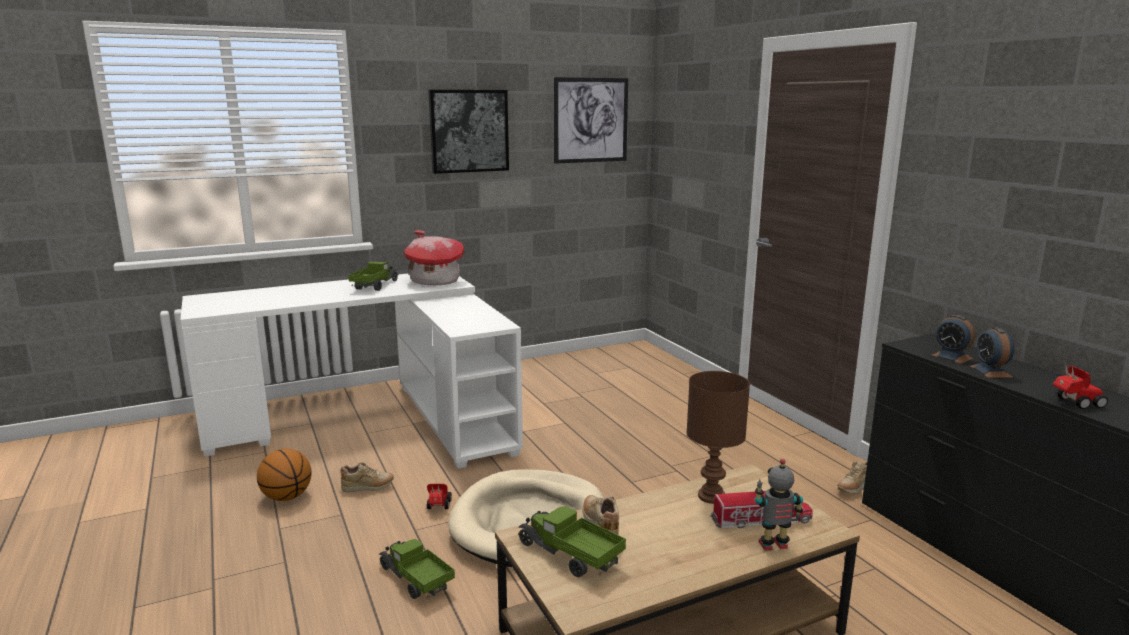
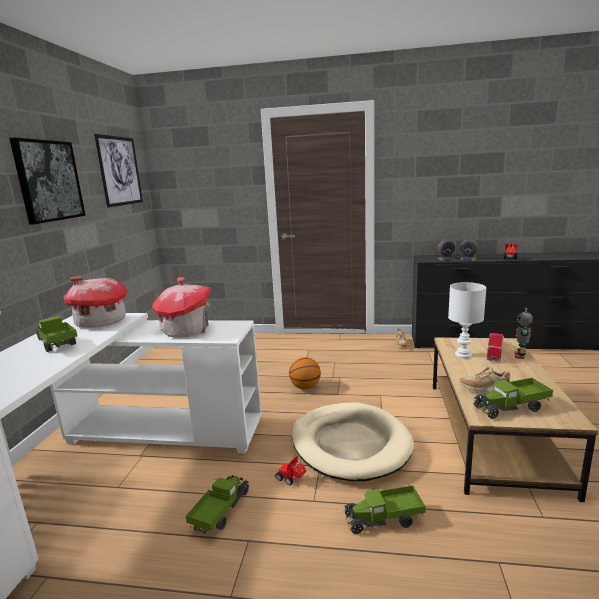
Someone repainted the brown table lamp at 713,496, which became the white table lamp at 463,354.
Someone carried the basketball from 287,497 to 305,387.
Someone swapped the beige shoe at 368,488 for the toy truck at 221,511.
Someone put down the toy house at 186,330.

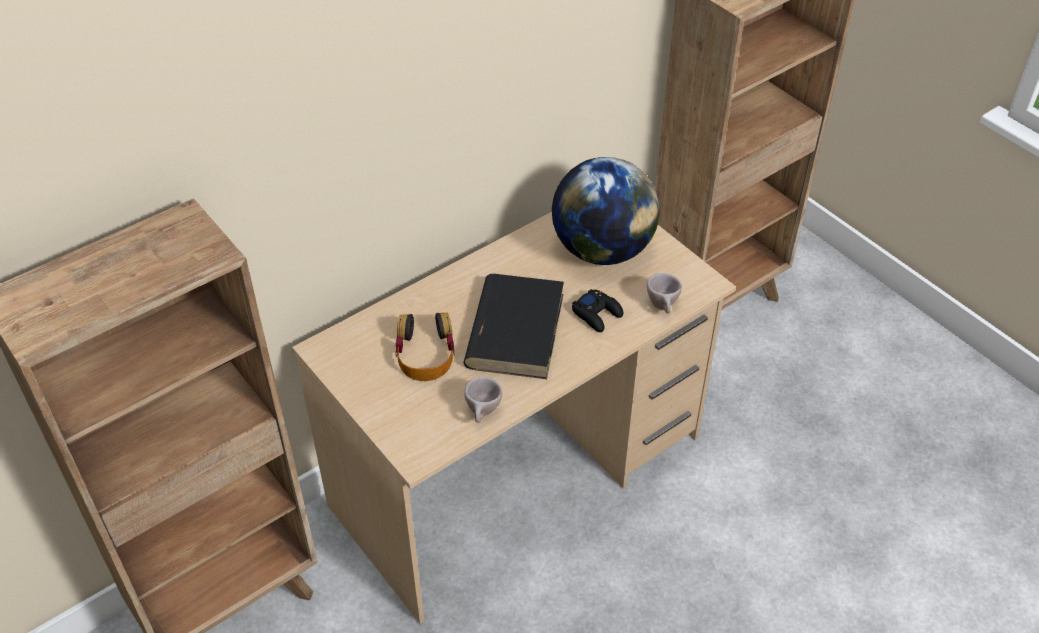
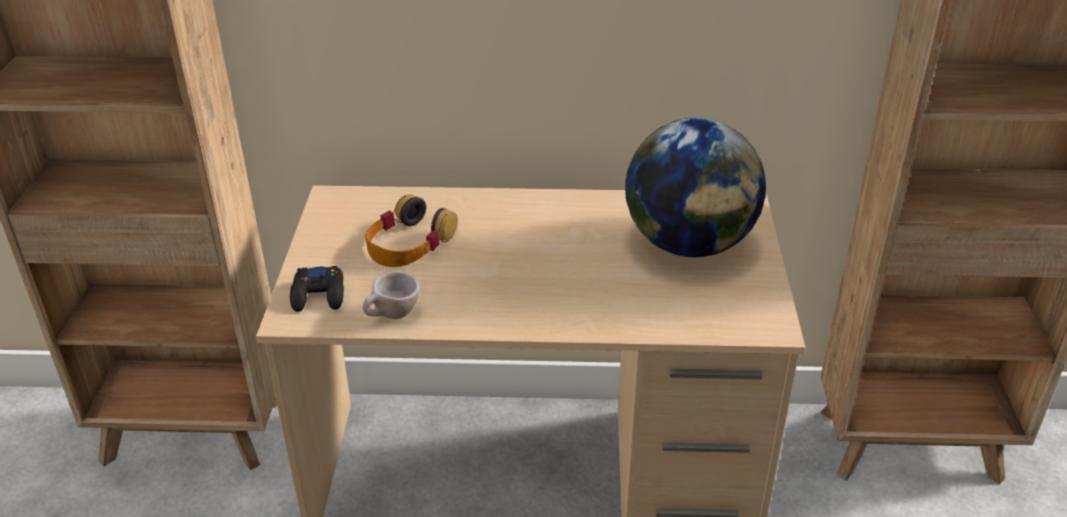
Someone took away the beige cup at 663,307.
Someone took away the black book at 515,329.
Someone carried the black game controller from 597,314 to 319,295.

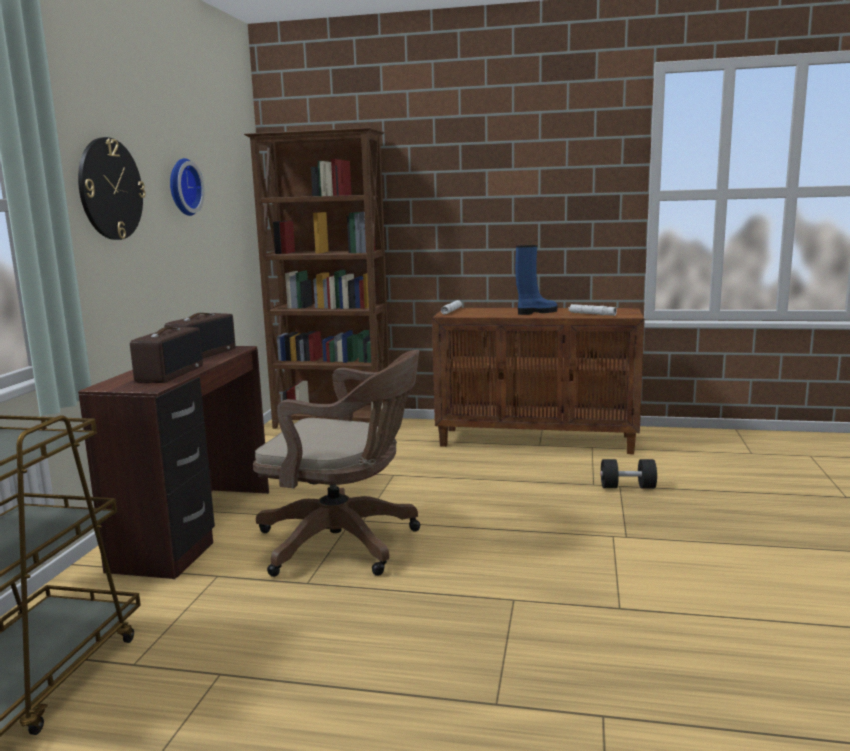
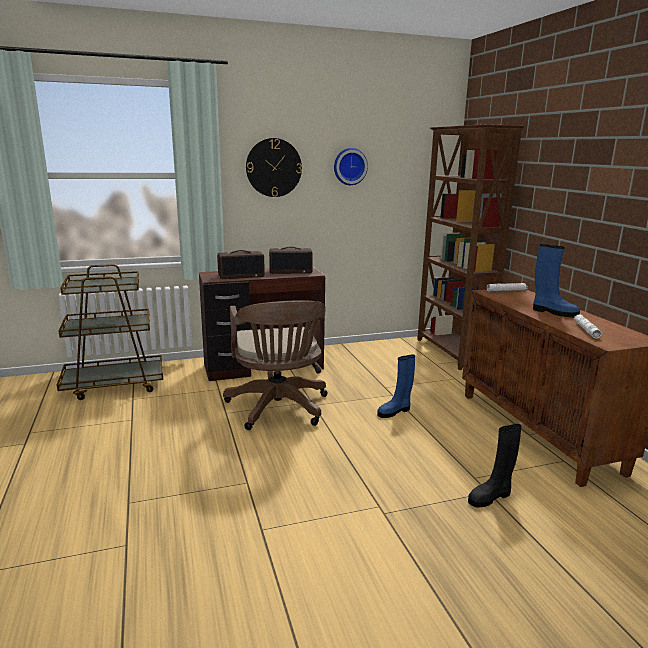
Someone swapped the black dumbbell at 627,487 for the black boot at 490,497.
Someone put down the blue boot at 394,411.

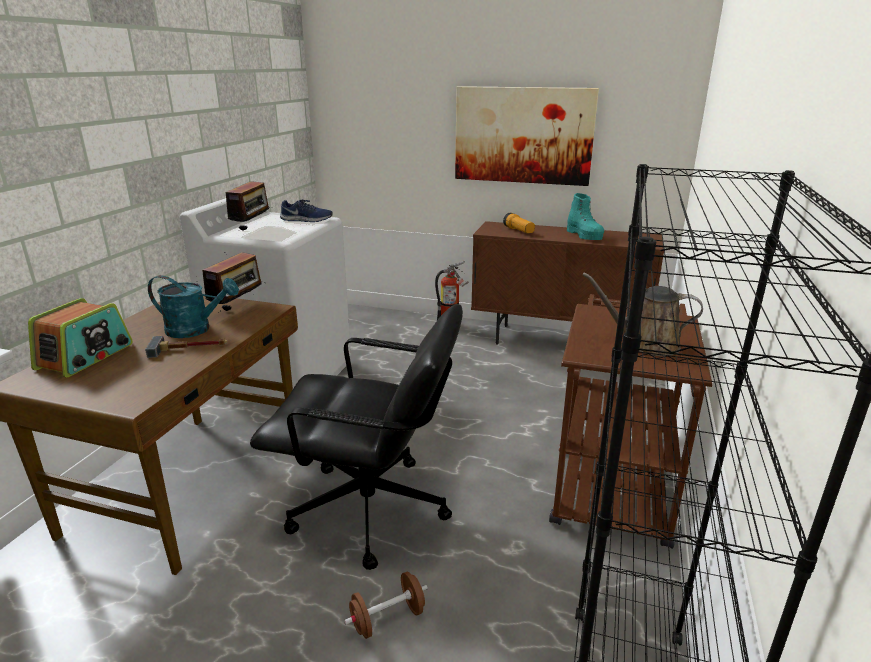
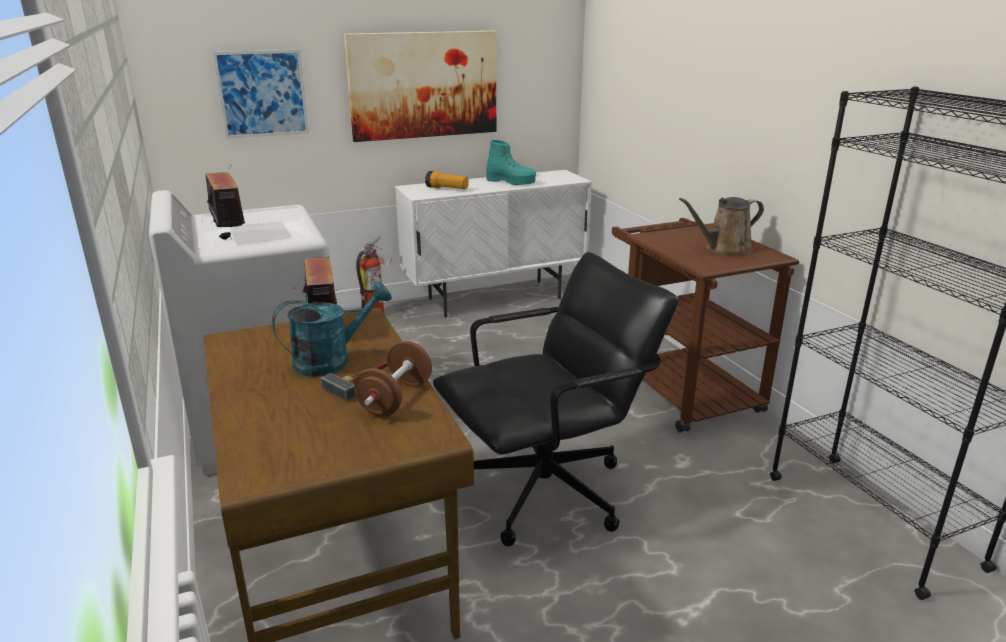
Someone took away the blue shoe at 306,220.
Someone repainted the brown cabinet at 557,342, which became the white cabinet at 495,298.
Someone took away the radio at 86,356.
Someone carried the brown dumbbell from 387,619 to 395,399.
Someone put up the picture at 262,94.

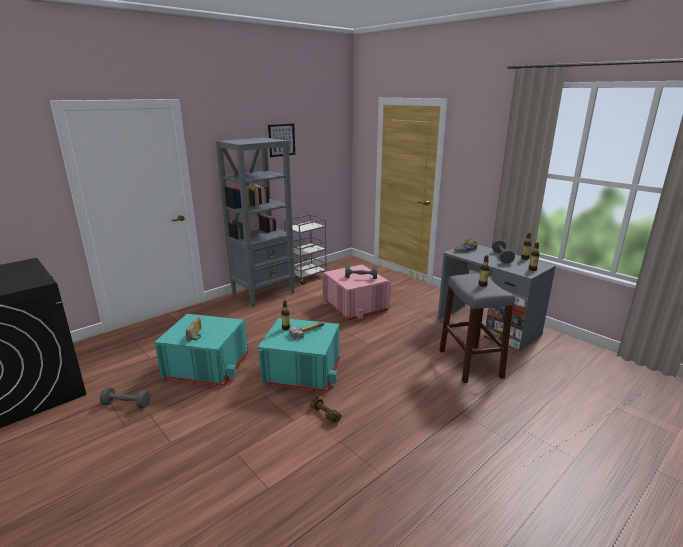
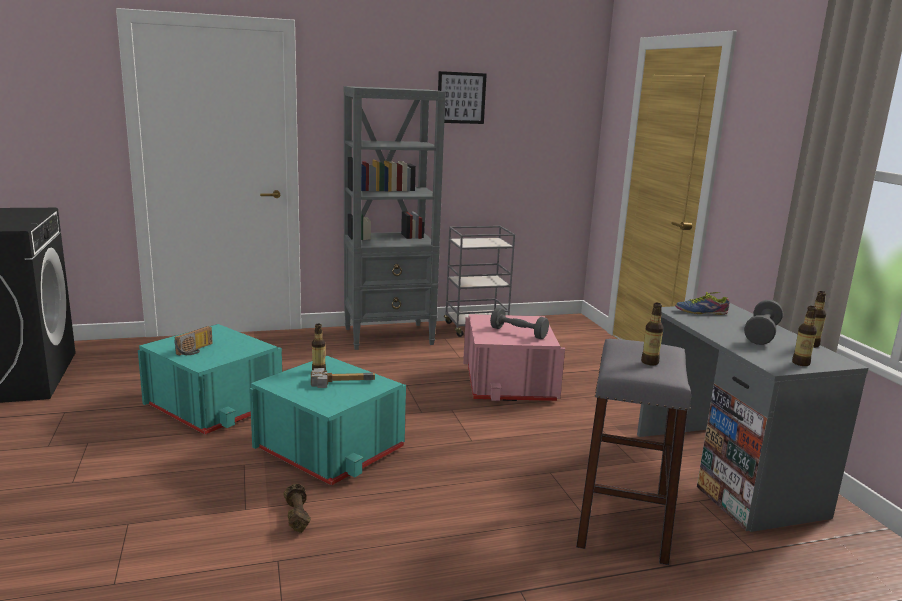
Someone took away the grey dumbbell at 126,404.

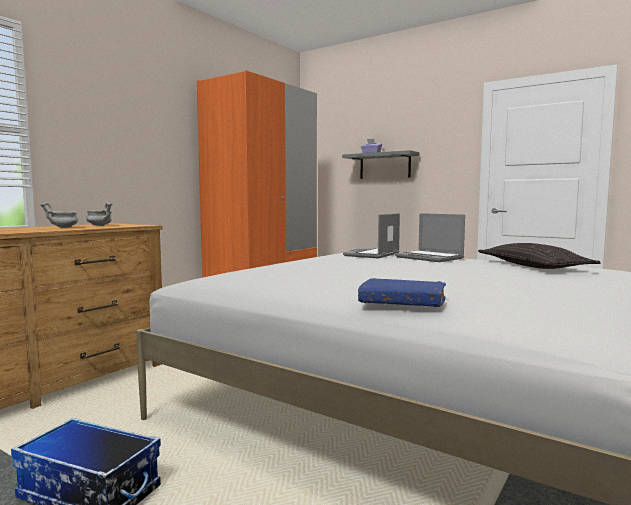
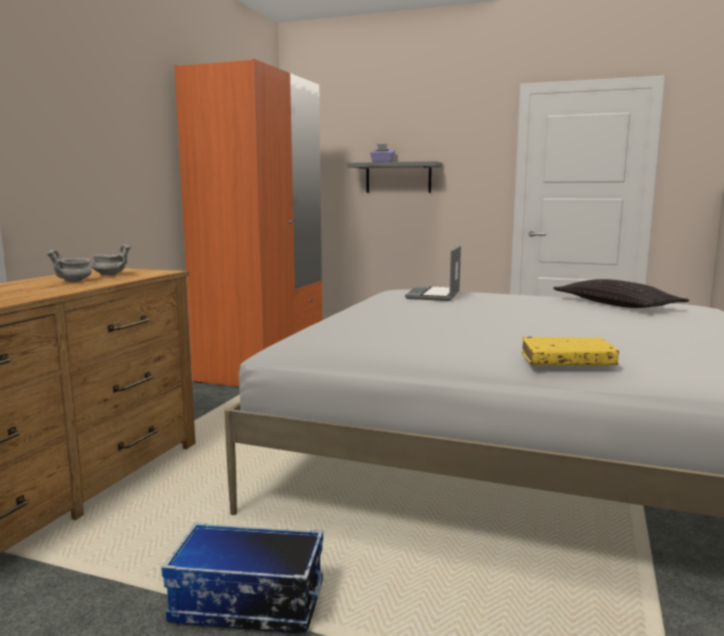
Someone took away the laptop at 430,258.
Someone repainted the blue book at 402,302, which became the yellow book at 567,361.

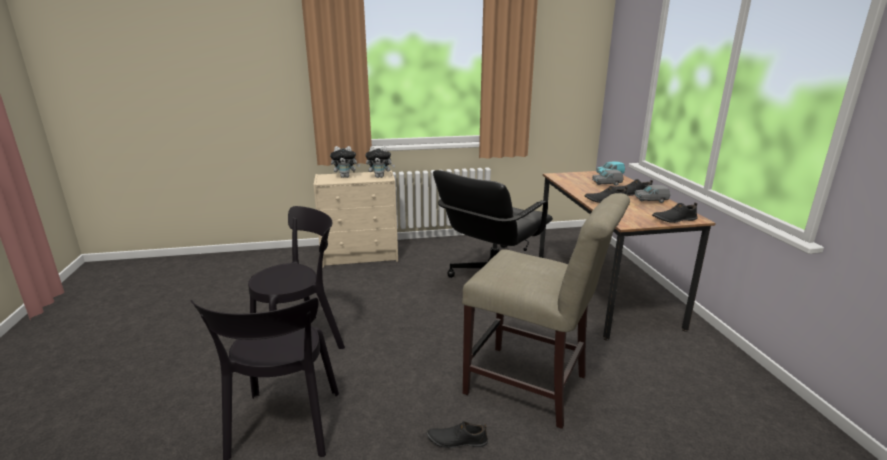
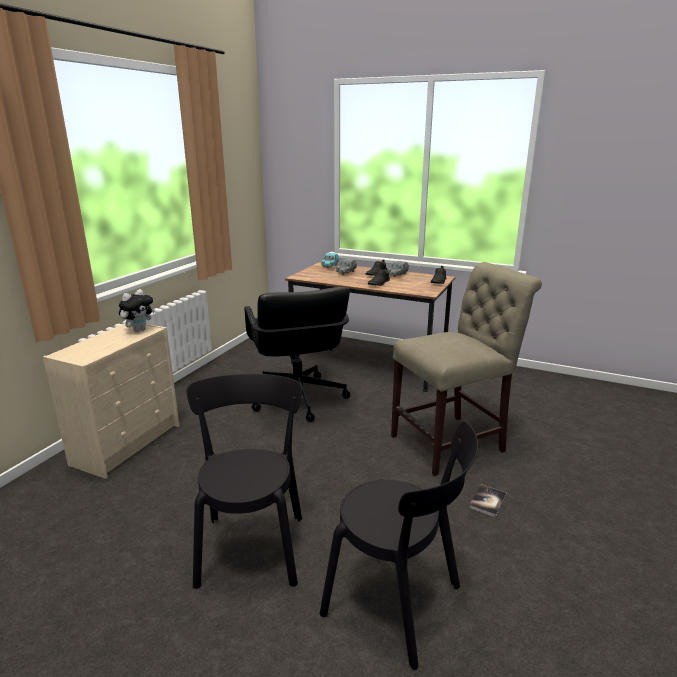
Someone took away the plush toy at 345,177.
Someone swapped the black shoe at 457,440 for the book at 487,501.

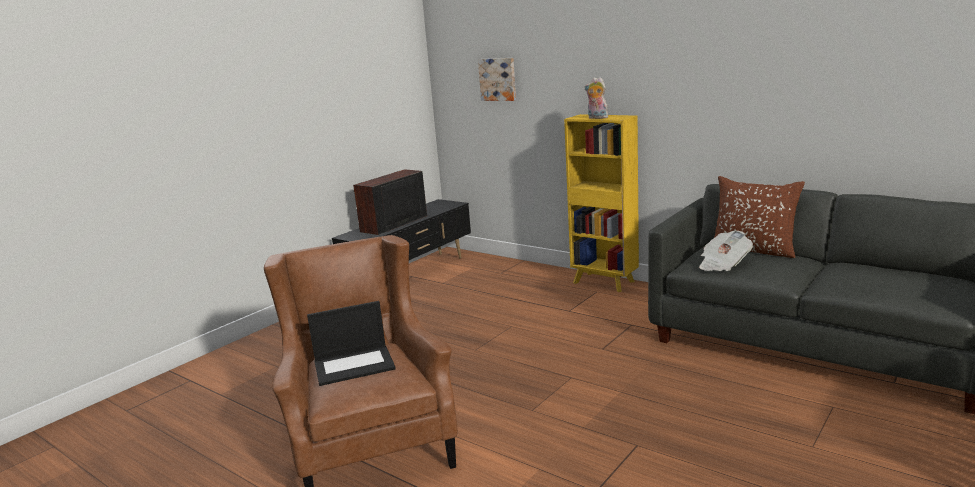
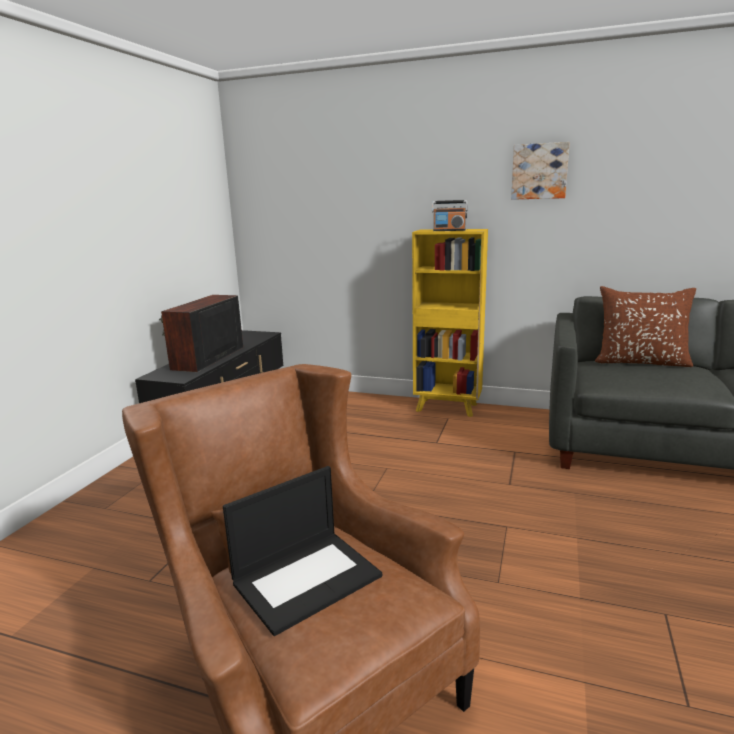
Someone carried the picture from 498,79 to 539,171.
Someone swapped the plush toy at 596,118 for the radio at 449,230.
Someone took away the newspaper at 723,265.

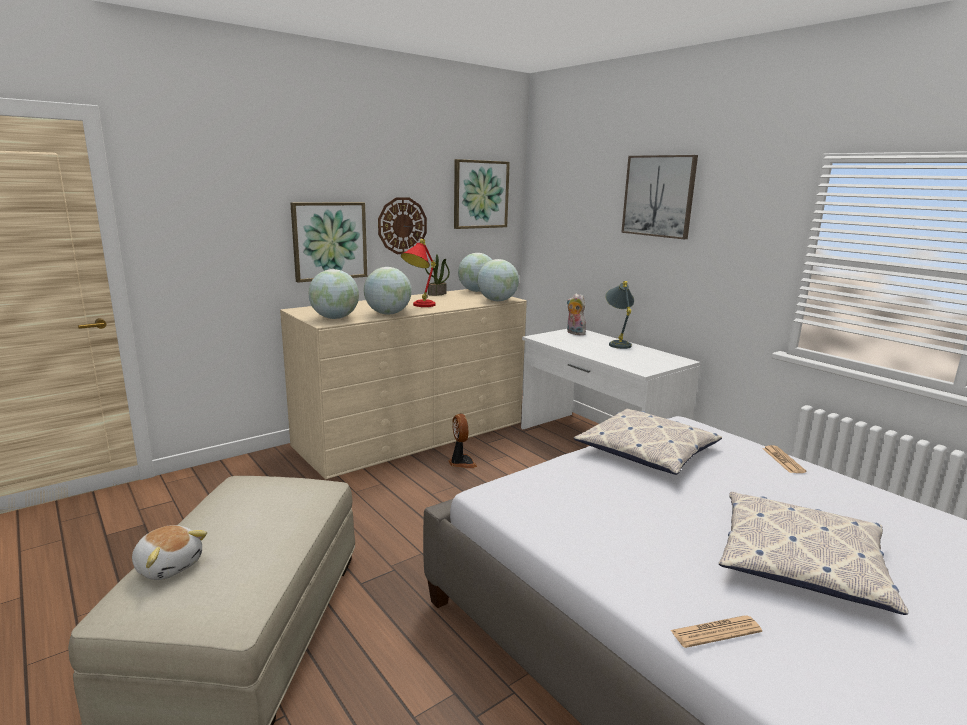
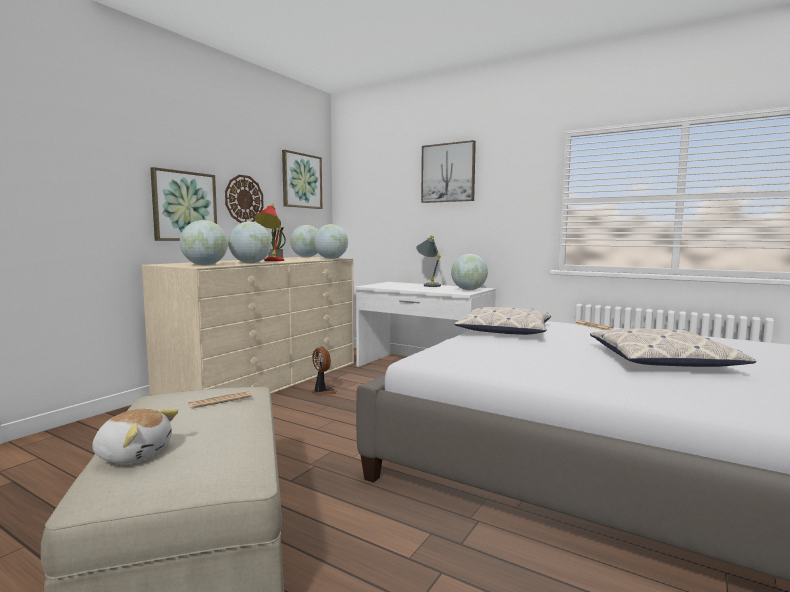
Someone took away the plush toy at 574,333.
Someone carried the newspaper from 715,632 to 220,401.
Someone put down the globe at 469,290.

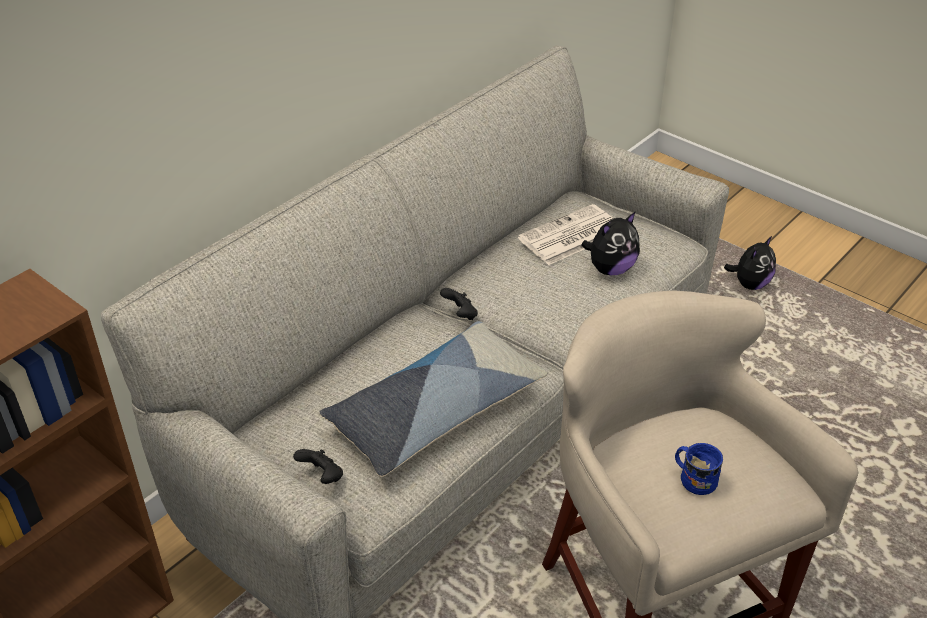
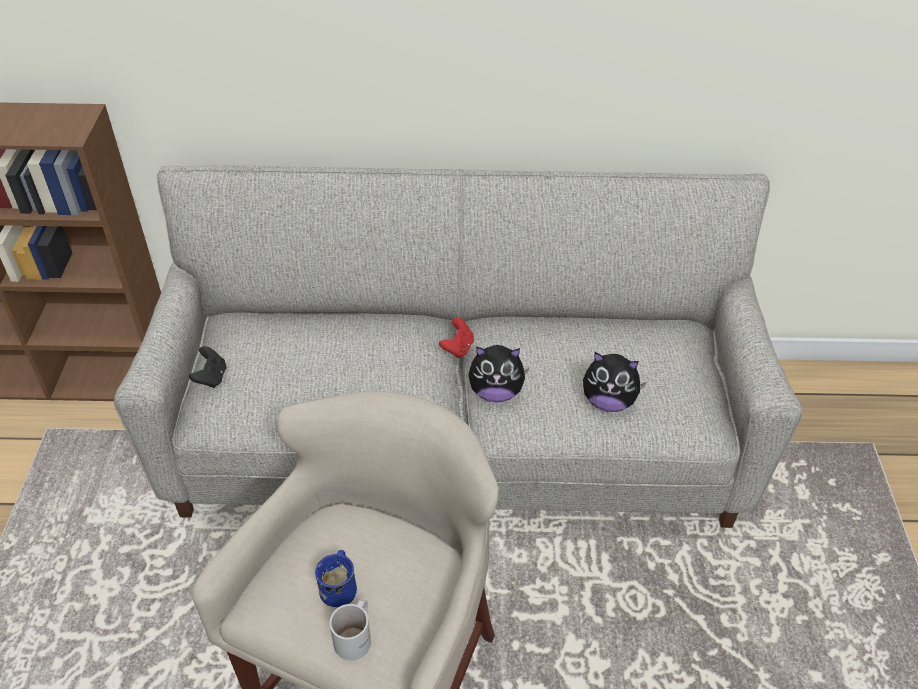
Someone took away the newspaper at 570,236.
Someone carried the plush toy from 750,284 to 496,392.
Someone repainted the black game controller at 460,314, which became the red game controller at 458,348.
Someone took away the pillow at 434,410.
Someone put down the white mug at 357,636.

